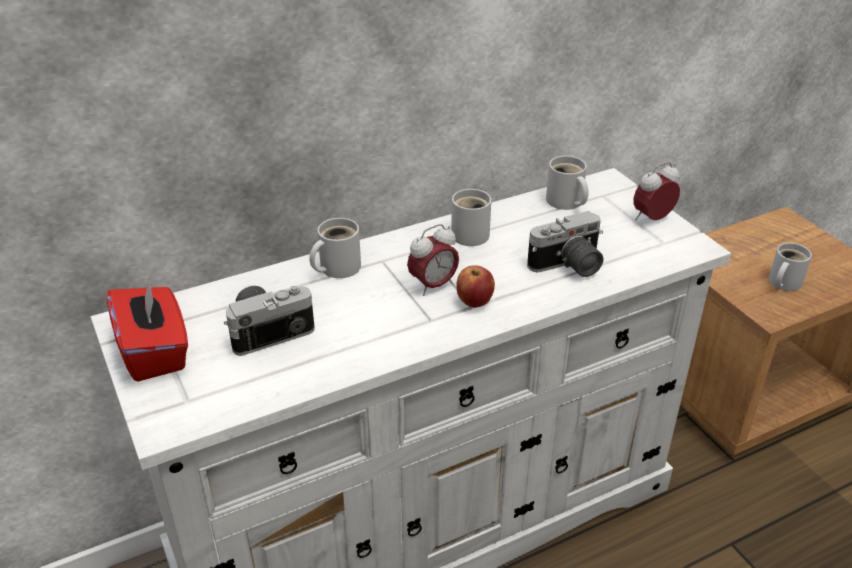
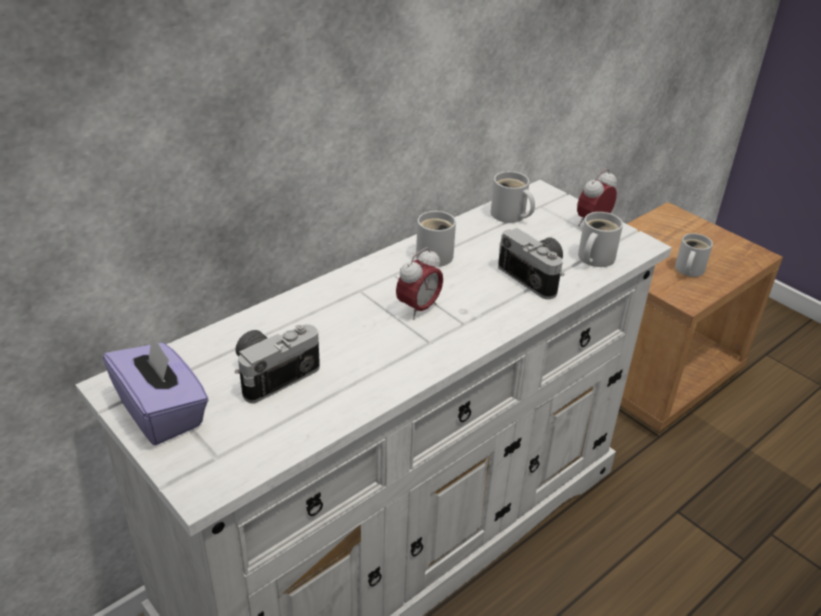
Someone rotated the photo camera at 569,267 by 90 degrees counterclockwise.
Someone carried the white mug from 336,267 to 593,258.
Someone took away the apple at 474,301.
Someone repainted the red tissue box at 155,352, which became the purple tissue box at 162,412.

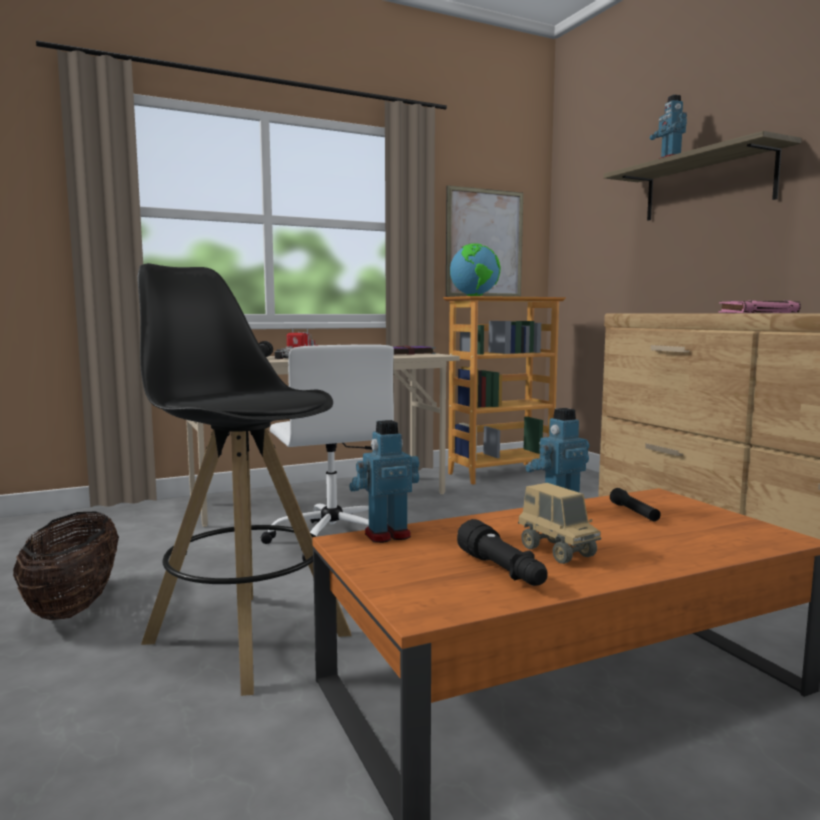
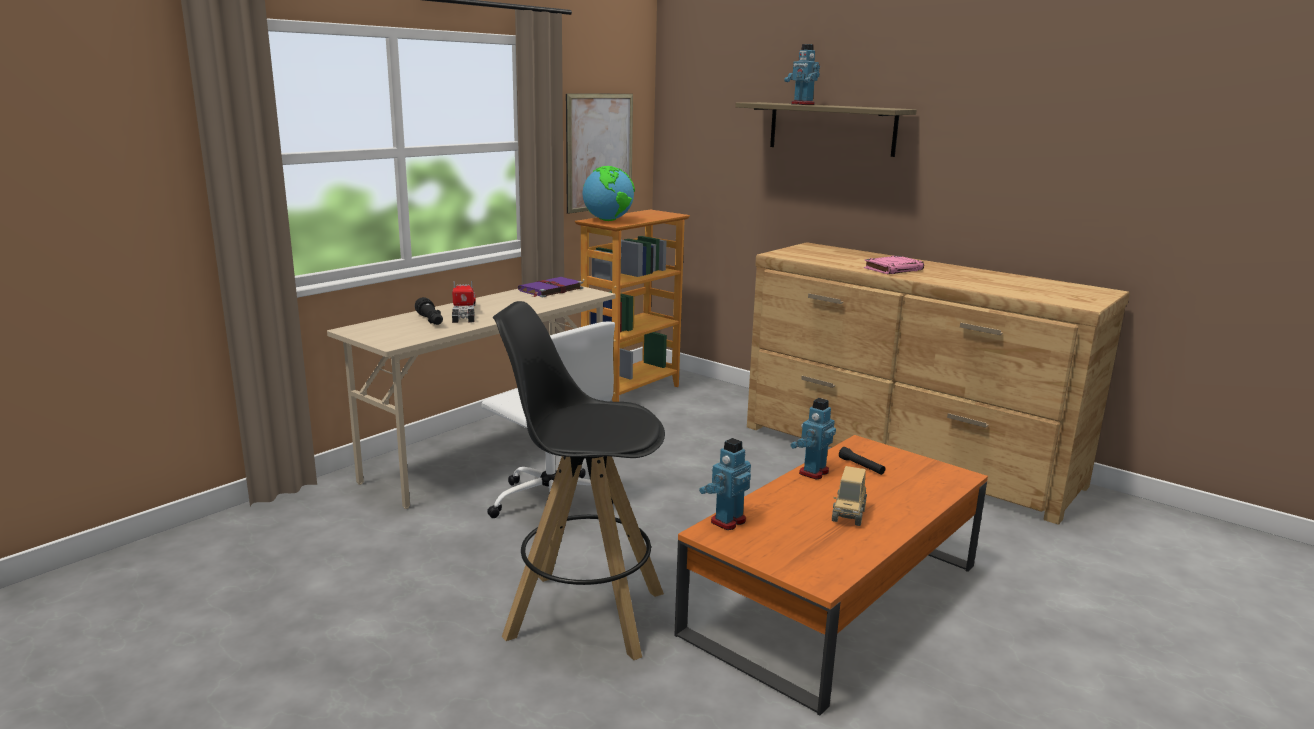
Someone rotated the toy truck at 557,552 by 75 degrees clockwise.
Someone took away the basket at 74,606.
Someone took away the black flashlight at 502,571.

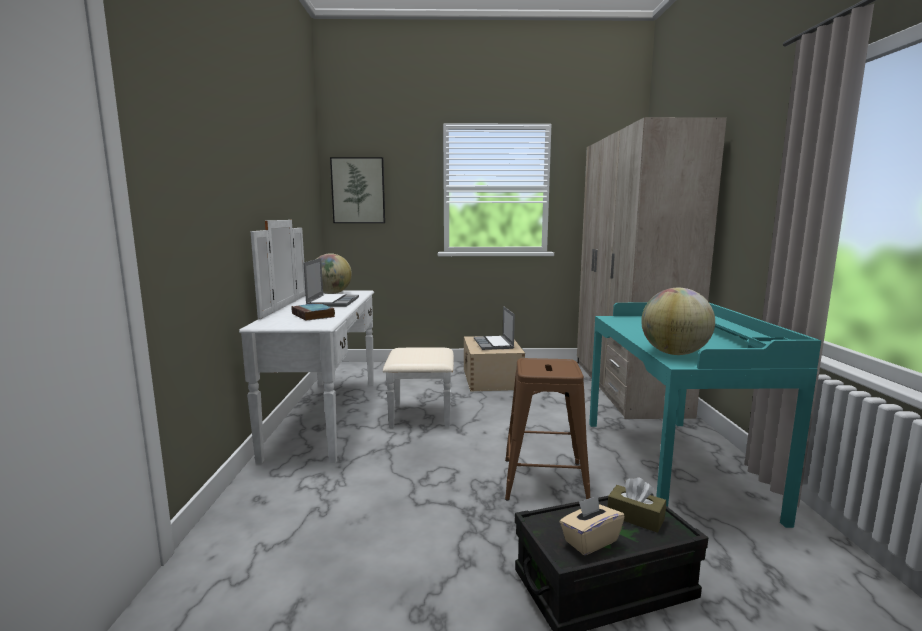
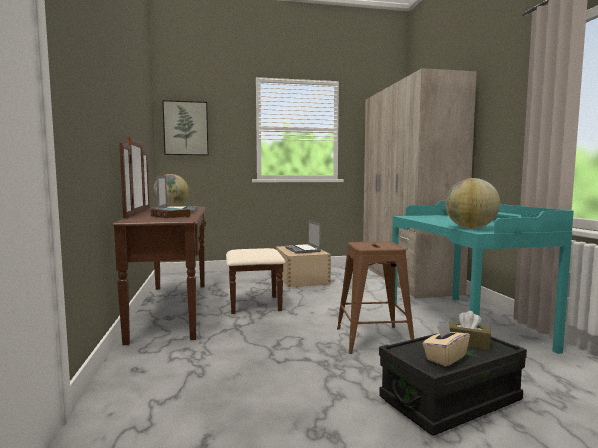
Someone repainted the white dresser at 348,415, which became the brown dresser at 192,308.

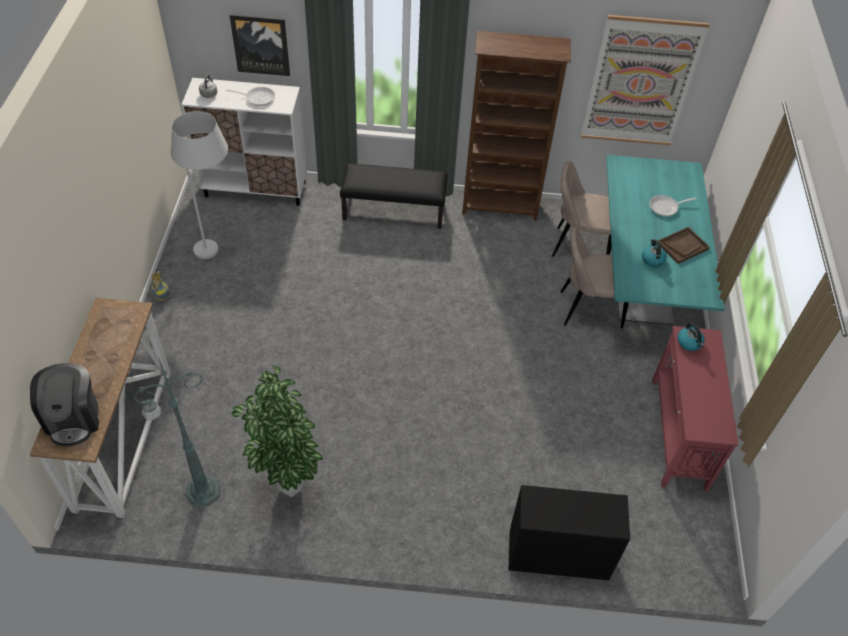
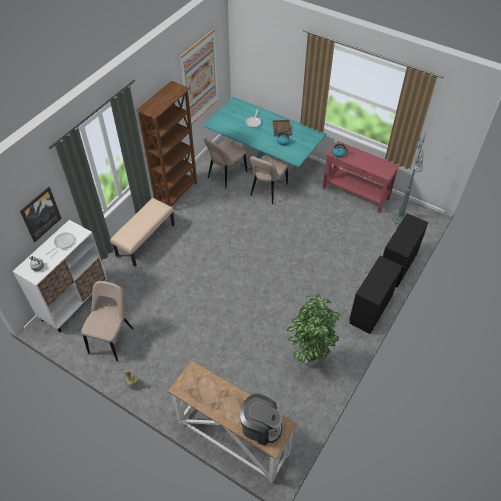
Someone swapped the white floor lamp at 220,248 for the beige chair at 112,338.
Someone repainted the black bench at 394,211, which became the beige bench at 145,240.
Someone carried the green floor lamp from 201,491 to 399,219.
Someone put down the black dresser at 370,309.

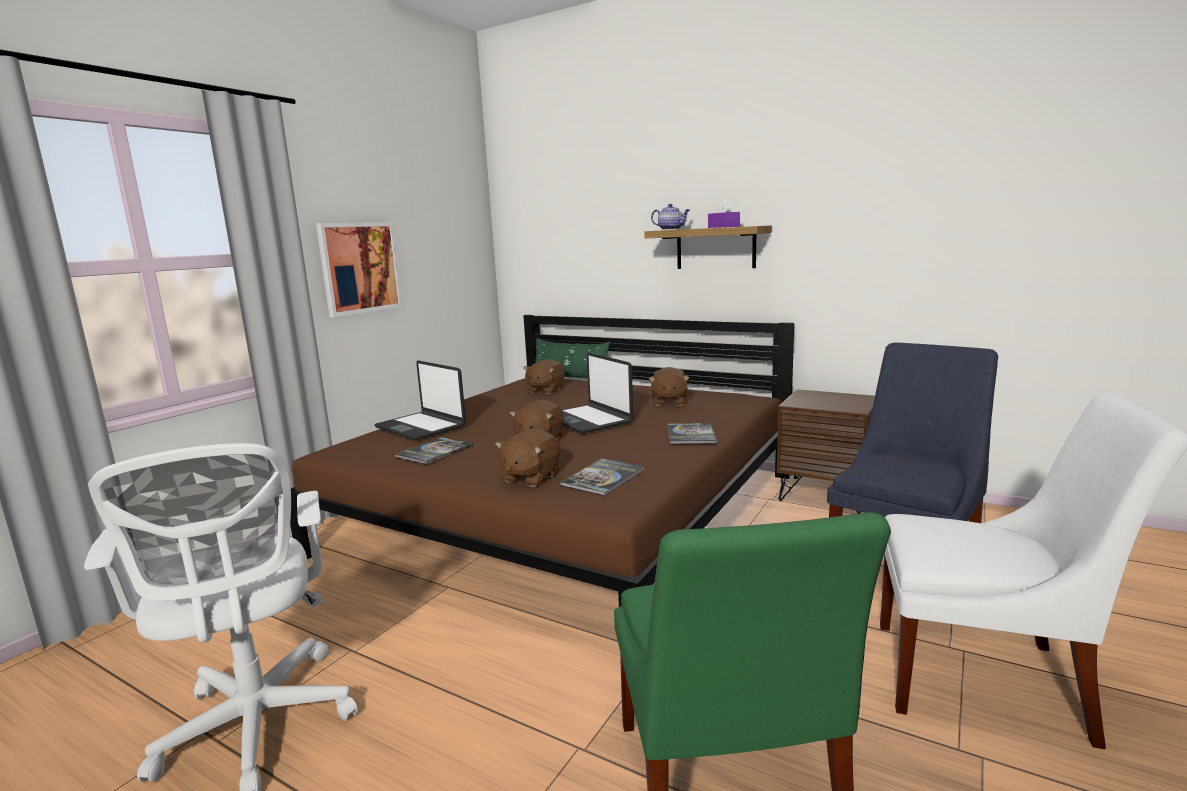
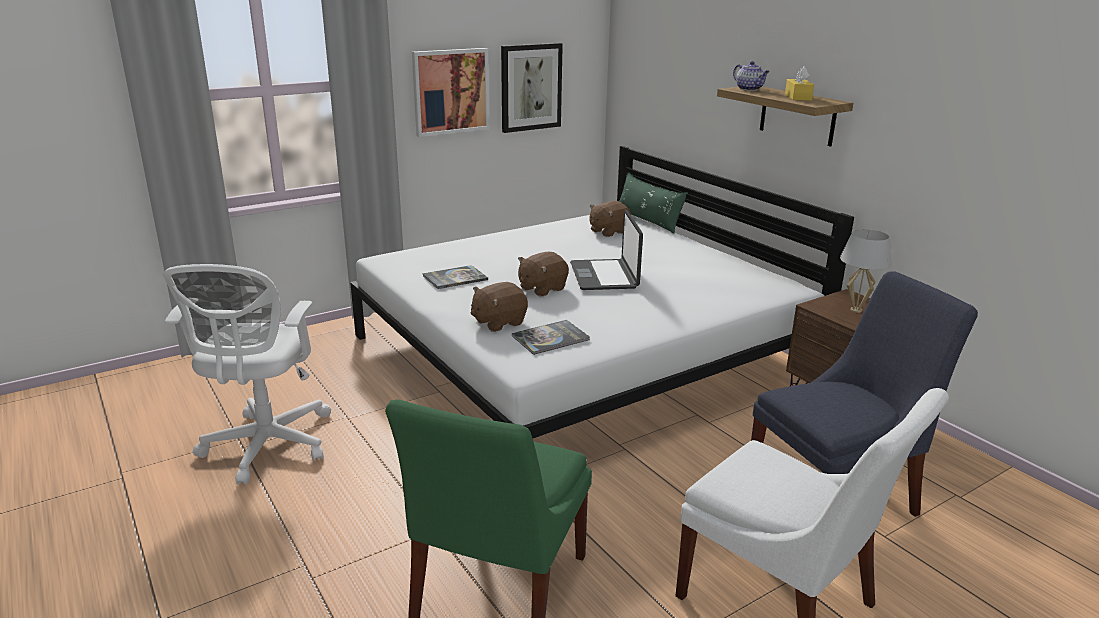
Someone repainted the purple tissue box at 723,227, which became the yellow tissue box at 798,97.
Someone repainted the brown bed at 569,513, which became the white bed at 581,356.
Someone took away the laptop at 421,427.
Someone took away the brown plush toy at 669,402.
Someone took away the book at 691,434.
Someone put up the picture at 530,87.
Someone put down the white table lamp at 856,310.

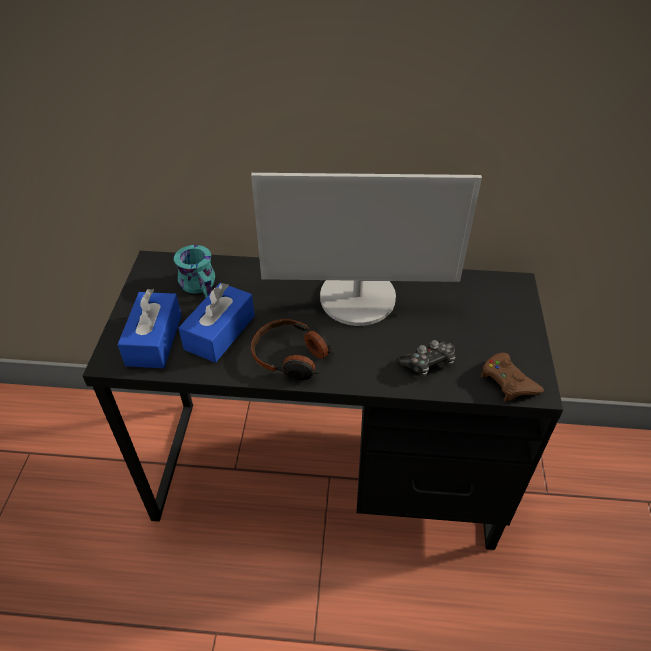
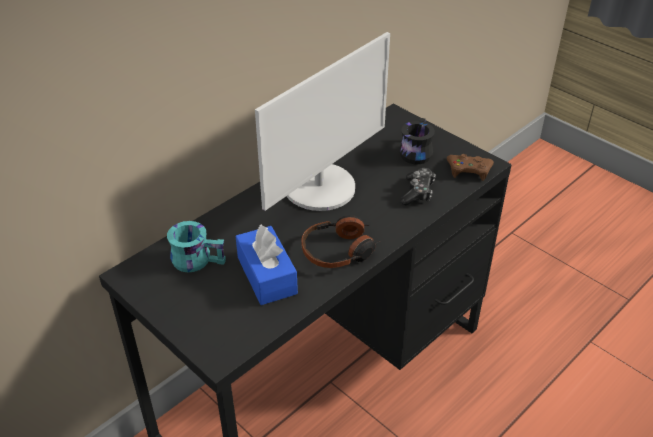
Someone took away the blue tissue box at 154,340.
Someone put down the black mug at 414,151.

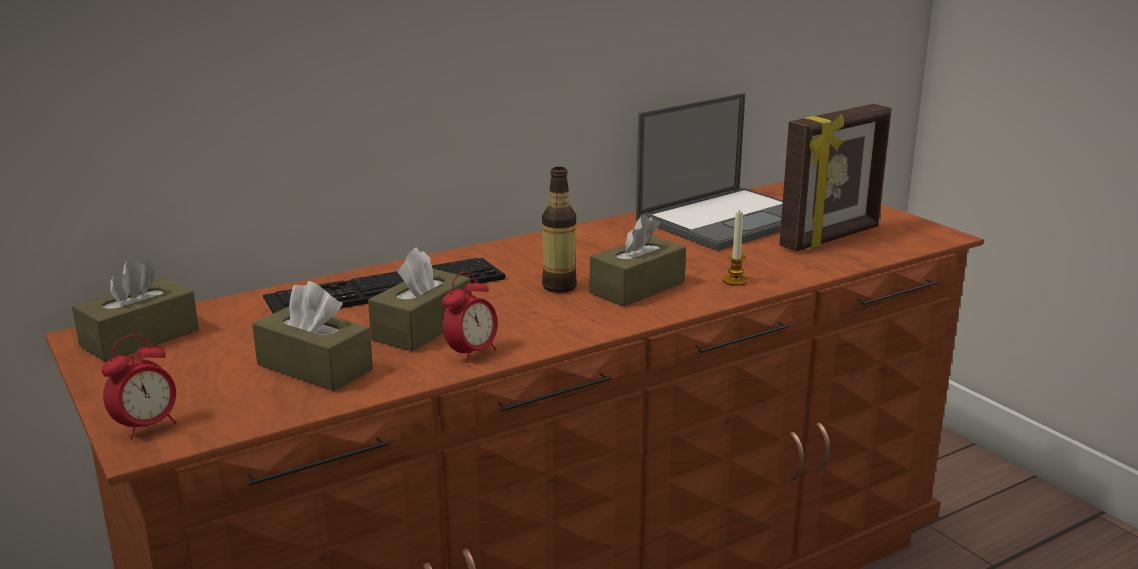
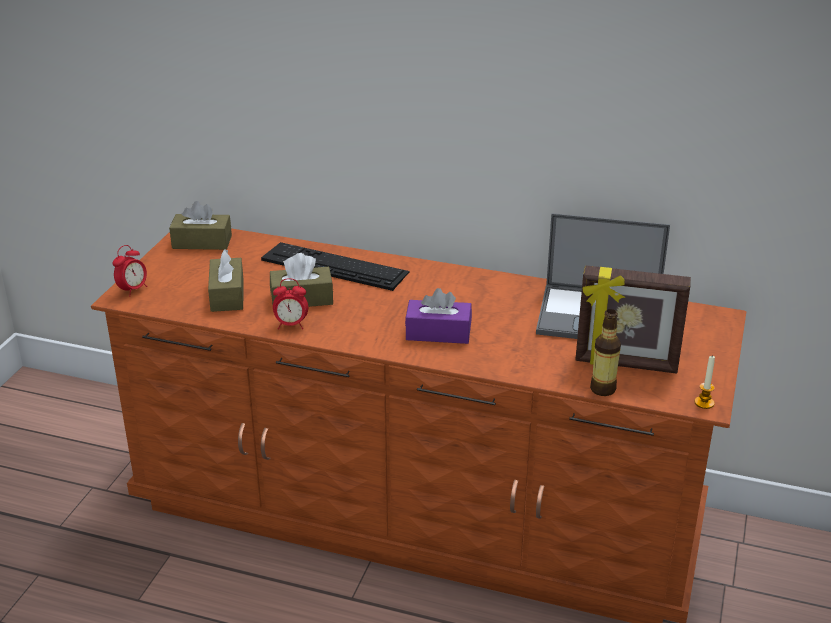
Someone carried the bottle from 559,287 to 602,389.
Someone carried the candle from 735,281 to 704,403.
Someone repainted the brown tissue box at 637,288, which became the purple tissue box at 438,333.
Someone rotated the alarm clock at 147,427 by 60 degrees counterclockwise.

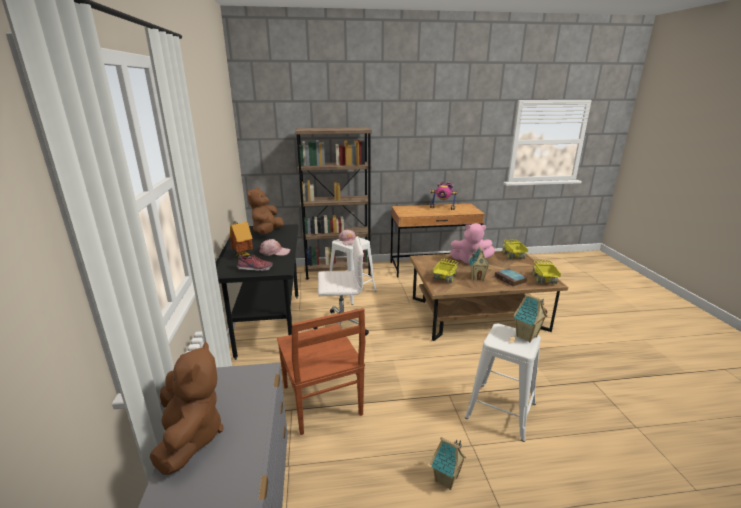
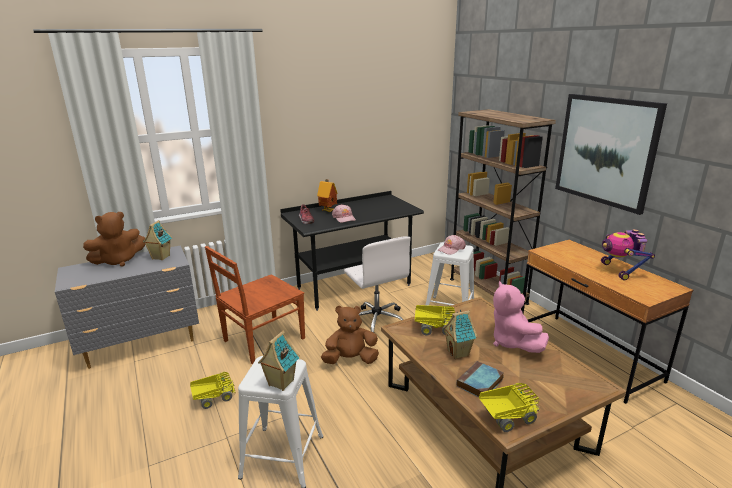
Someone carried the brown plush toy from 267,232 to 350,360.
Someone carried the toy truck from 513,256 to 213,398.
Someone carried the toy house from 446,480 to 160,257.
Someone put up the picture at 605,151.

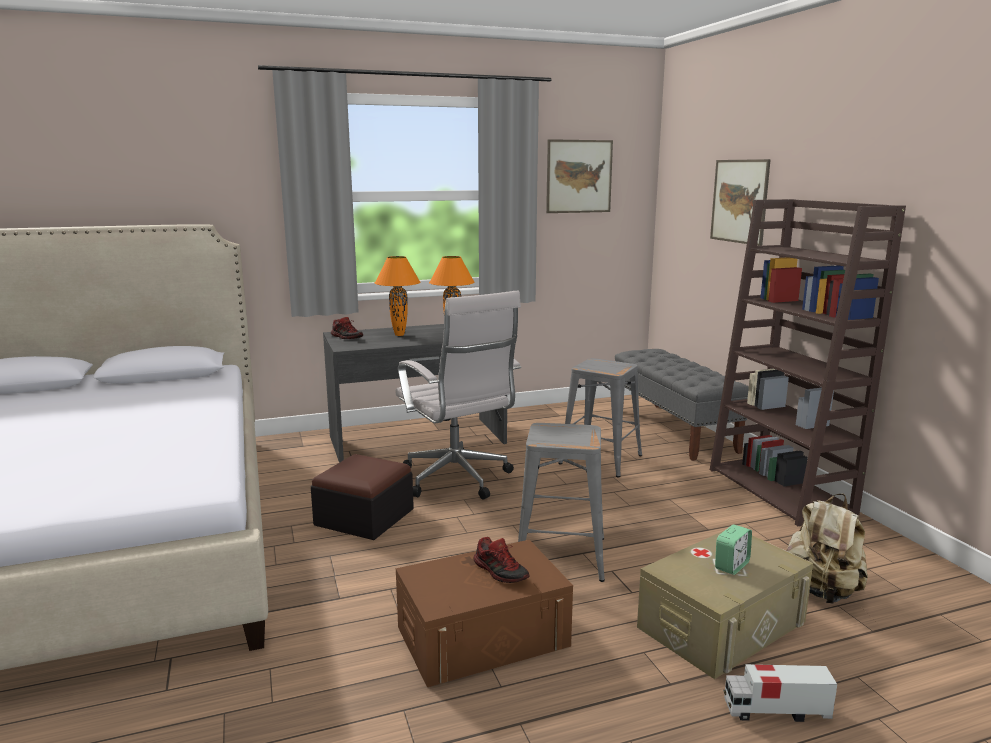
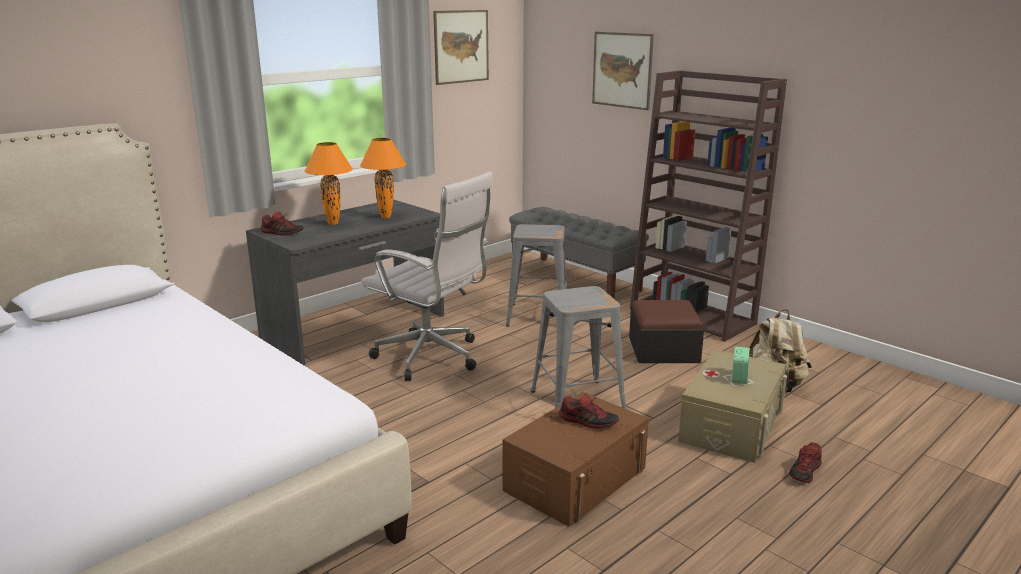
Someone carried the ottoman from 364,517 to 663,350.
Someone swapped the toy truck at 775,711 for the shoe at 805,472.

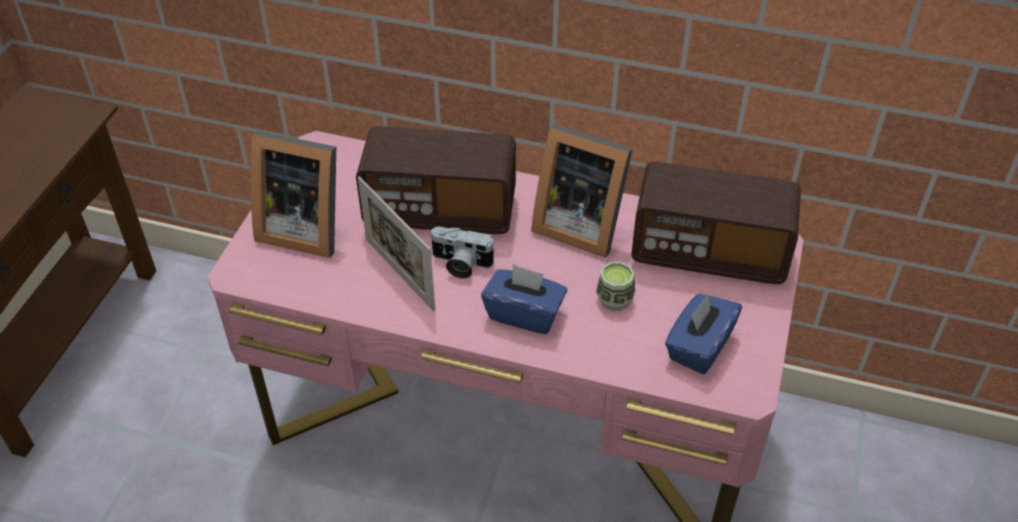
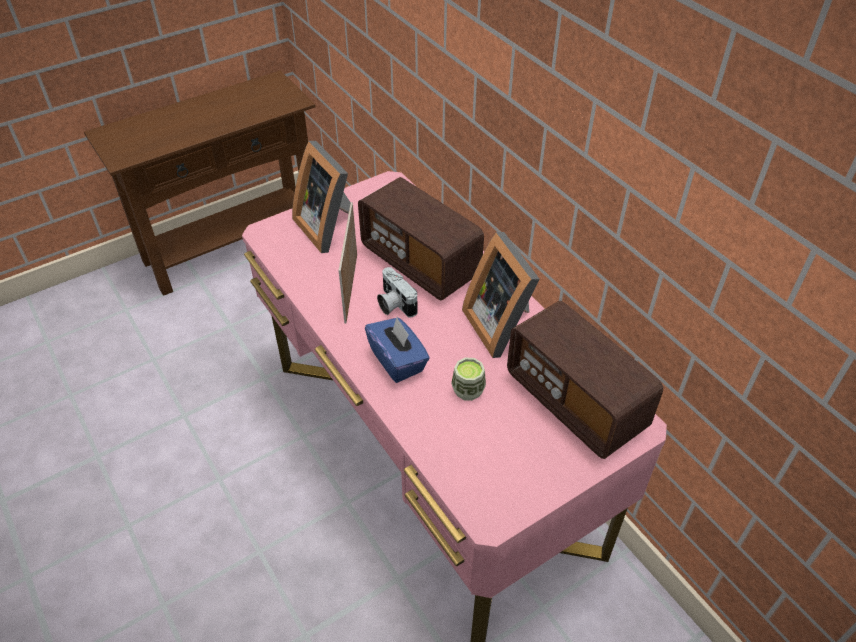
Someone took away the blue tissue box at 699,347.

